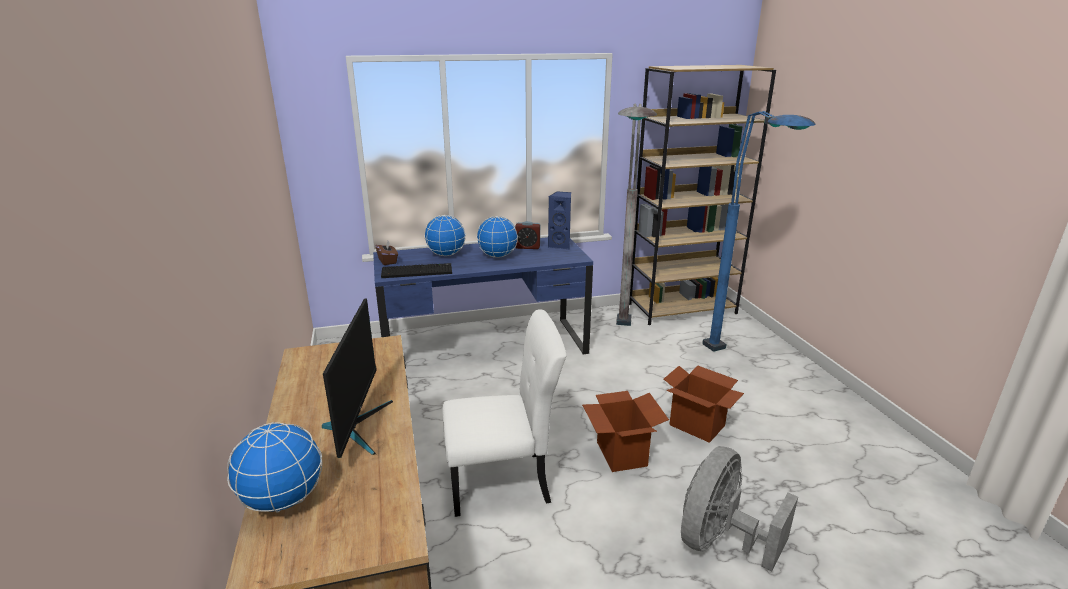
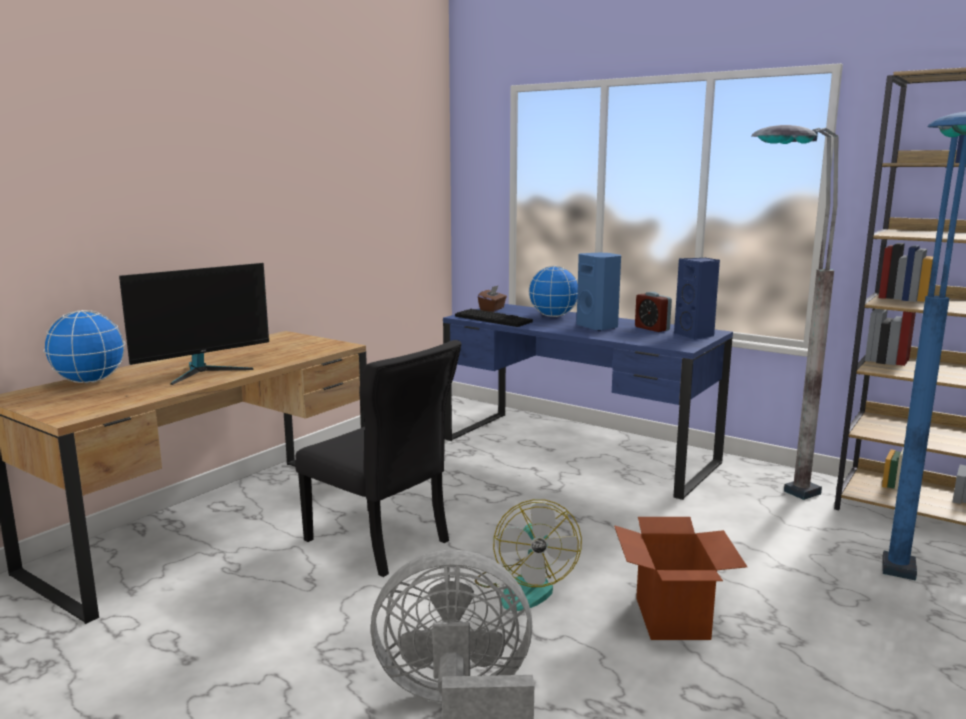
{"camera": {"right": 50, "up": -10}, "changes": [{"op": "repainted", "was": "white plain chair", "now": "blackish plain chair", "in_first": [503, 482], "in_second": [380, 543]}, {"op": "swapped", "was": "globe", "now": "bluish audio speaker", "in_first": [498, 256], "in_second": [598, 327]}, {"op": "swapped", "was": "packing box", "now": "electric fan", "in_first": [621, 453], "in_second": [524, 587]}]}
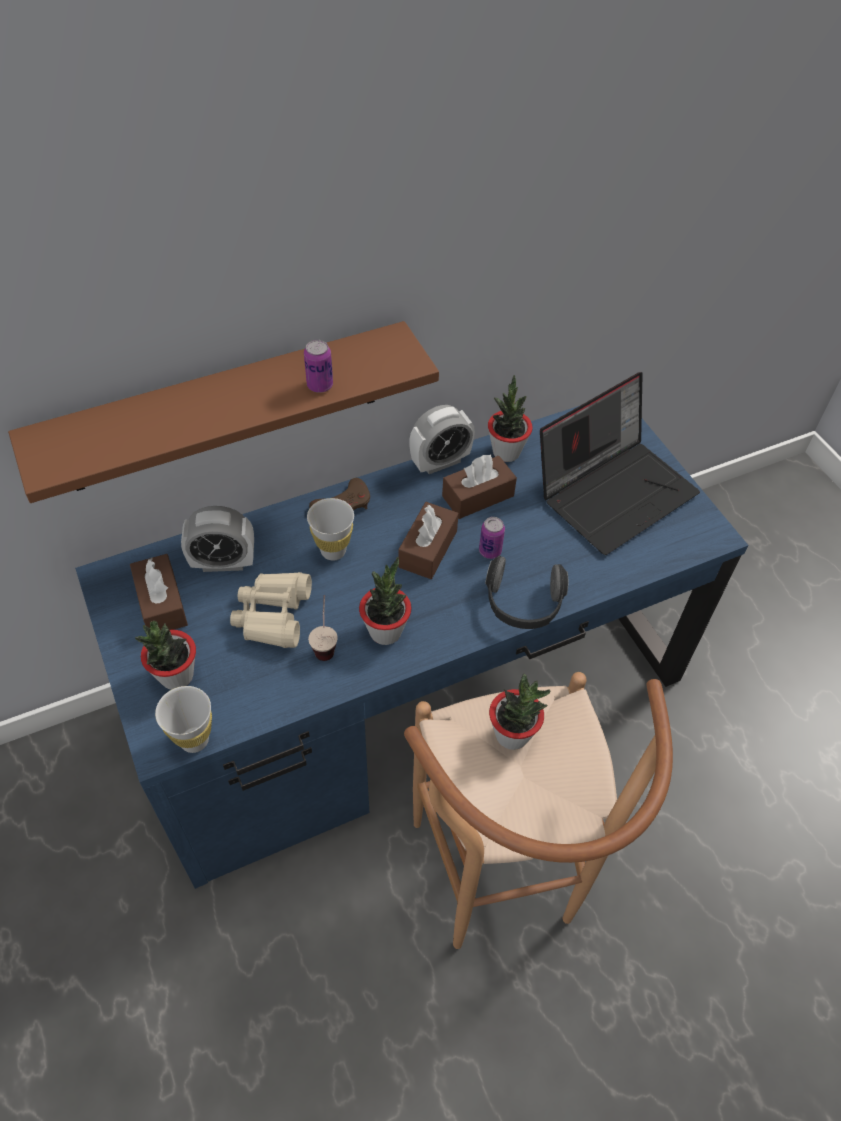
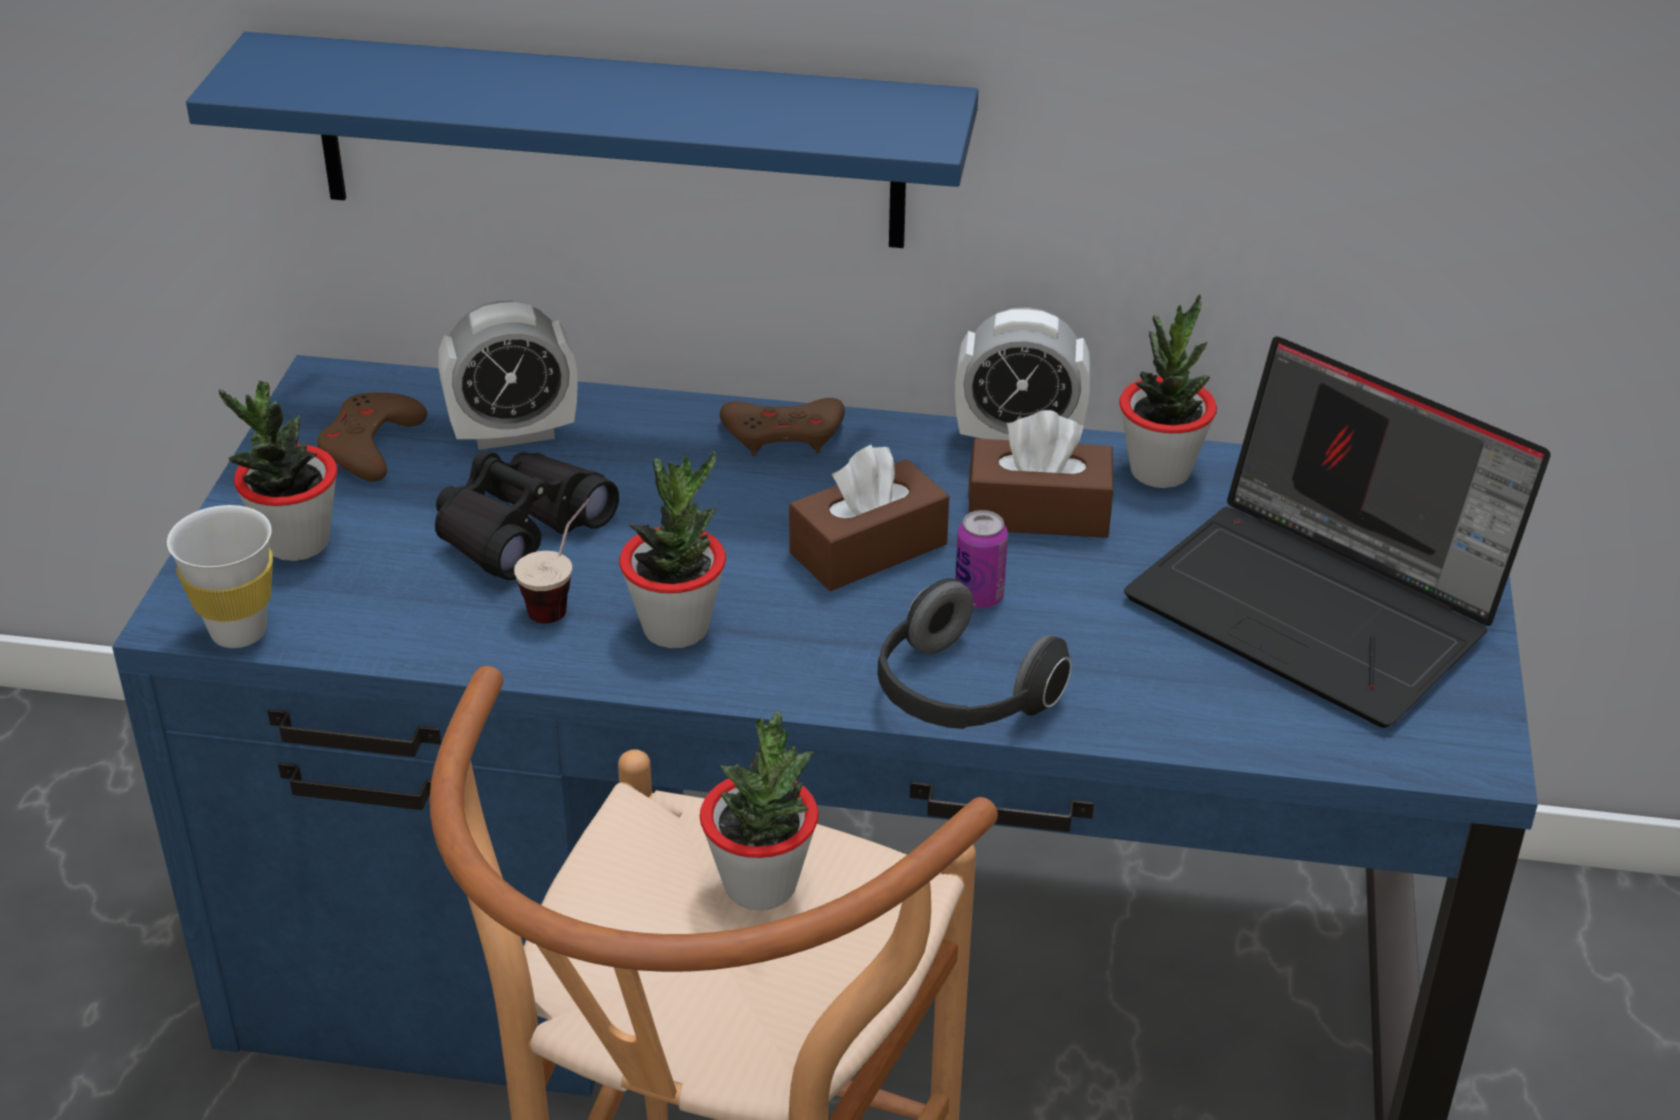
{"camera": {"right": 35, "up": -15}, "changes": [{"op": "repainted", "was": "brown-coloured wall shelf", "now": "bluish wall shelf", "in_first": [224, 408], "in_second": [609, 141]}, {"op": "swapped", "was": "brown-coloured tissue holder", "now": "brown-coloured joypad", "in_first": [161, 603], "in_second": [370, 445]}, {"op": "rotated", "was": "alarm clock", "in_first": [223, 563], "in_second": [513, 433], "clockwise": -45}, {"op": "repainted", "was": "beige pair of binoculars", "now": "blackish pair of binoculars", "in_first": [273, 615], "in_second": [519, 529]}, {"op": "gone", "was": "metal can", "in_first": [320, 385]}, {"op": "gone", "was": "white cup", "in_first": [333, 551]}, {"op": "rotated", "was": "notebook computer", "in_first": [614, 490], "in_second": [1323, 606], "clockwise": 45}]}
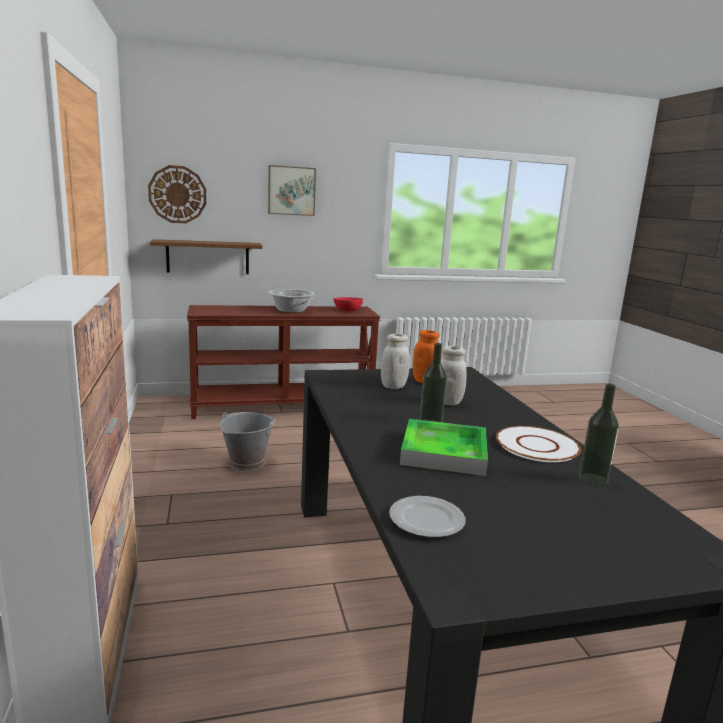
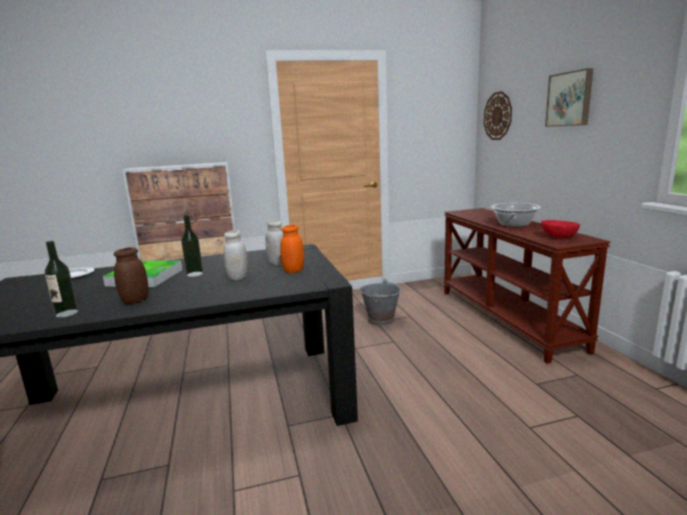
{"camera": {"right": 90, "up": 0}, "changes": [{"op": "gone", "was": "brown-coloured wall shelf", "in_first": [208, 257]}, {"op": "swapped", "was": "white dinner plate", "now": "brown-coloured jar", "in_first": [536, 445], "in_second": [135, 301]}]}
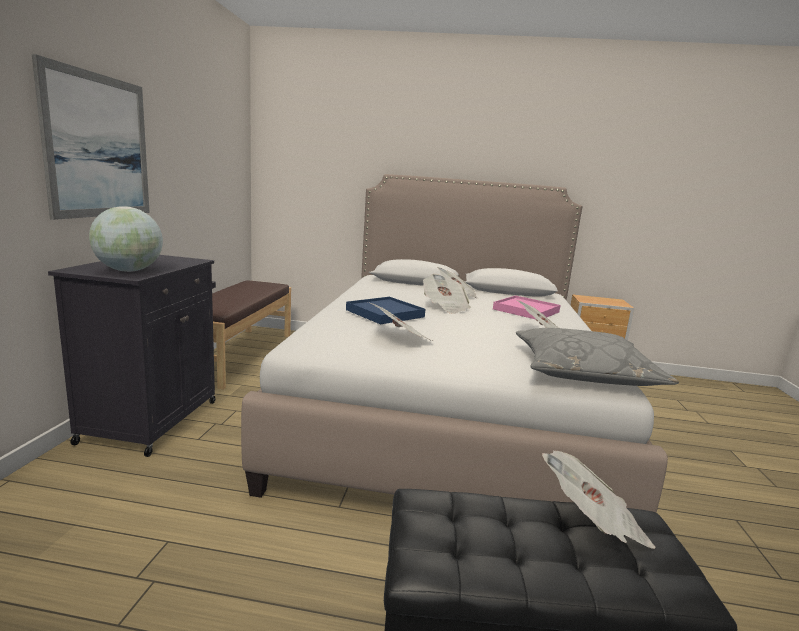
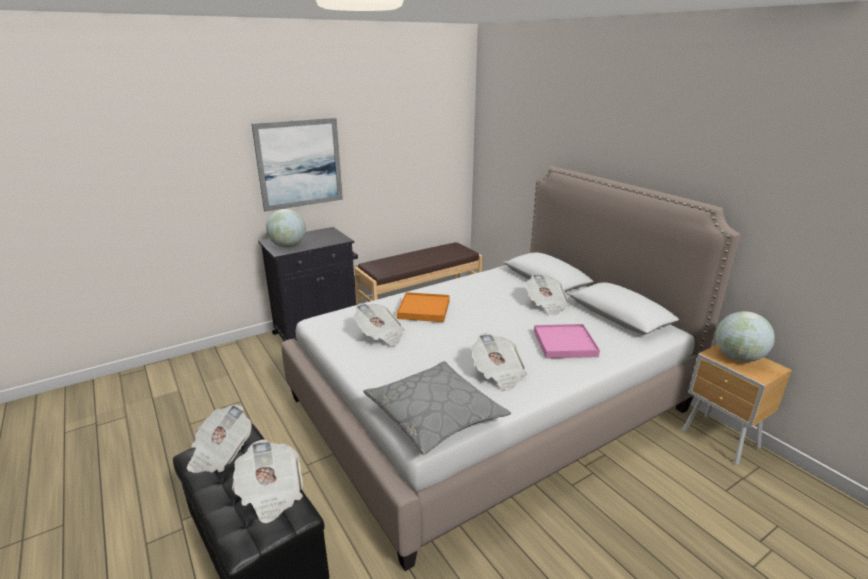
{"camera": {"right": 50, "up": 10}, "changes": [{"op": "repainted", "was": "bluish serving tray", "now": "orangey serving tray", "in_first": [384, 313], "in_second": [423, 309]}, {"op": "shifted", "was": "printed paper", "in_first": [445, 307], "in_second": [220, 453]}, {"op": "new", "now": "globe", "in_second": [738, 357]}]}
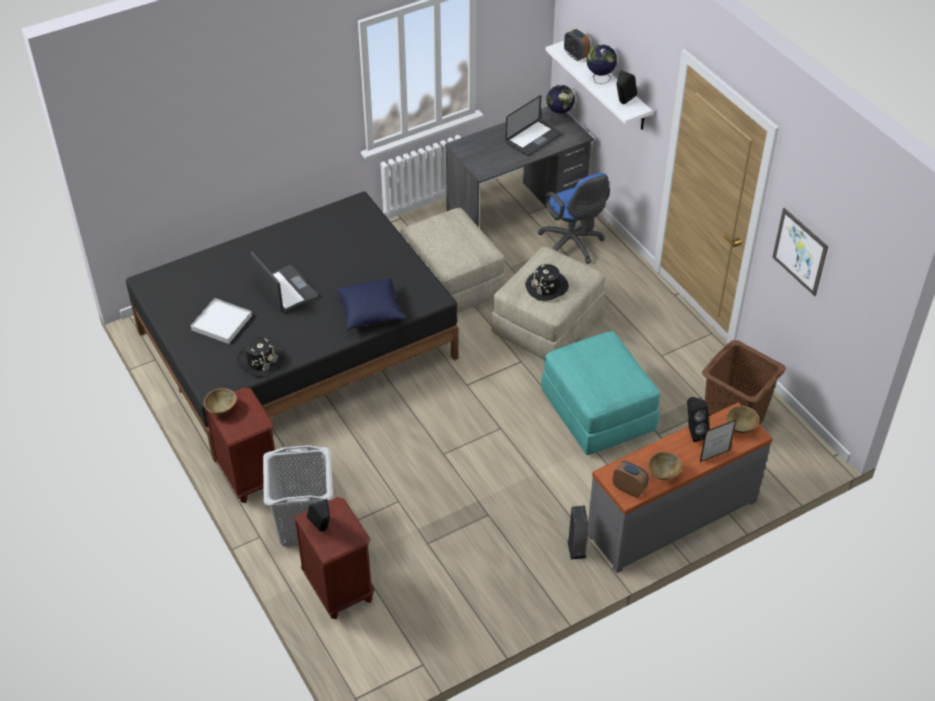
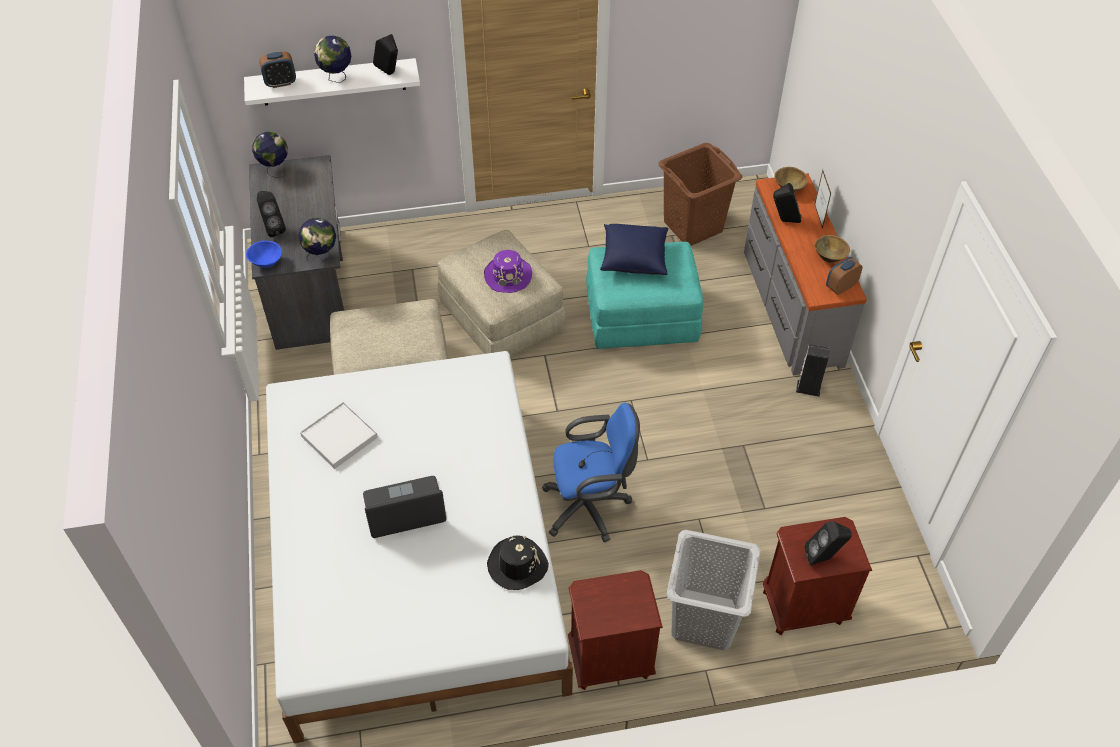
{"camera": {"right": -70, "up": 5}, "changes": [{"op": "repainted", "was": "blackish bed", "now": "white bed", "in_first": [296, 344], "in_second": [414, 558]}, {"op": "shifted", "was": "white serving tray", "in_first": [221, 323], "in_second": [339, 437]}, {"op": "gone", "was": "brown-coloured bowl", "in_first": [221, 410]}, {"op": "shifted", "was": "bluish cushion", "in_first": [371, 313], "in_second": [634, 258]}, {"op": "gone", "was": "notebook computer", "in_first": [533, 139]}, {"op": "repainted", "was": "blackish clothing hat", "now": "purplish clothing hat", "in_first": [547, 287], "in_second": [508, 275]}, {"op": "shifted", "was": "bluish desk chair", "in_first": [573, 246], "in_second": [590, 506]}, {"op": "gone", "was": "picture", "in_first": [800, 251]}, {"op": "new", "now": "bluish bowl", "in_second": [266, 263]}, {"op": "new", "now": "blackish audio speaker", "in_second": [273, 228]}, {"op": "new", "now": "globe", "in_second": [322, 256]}]}
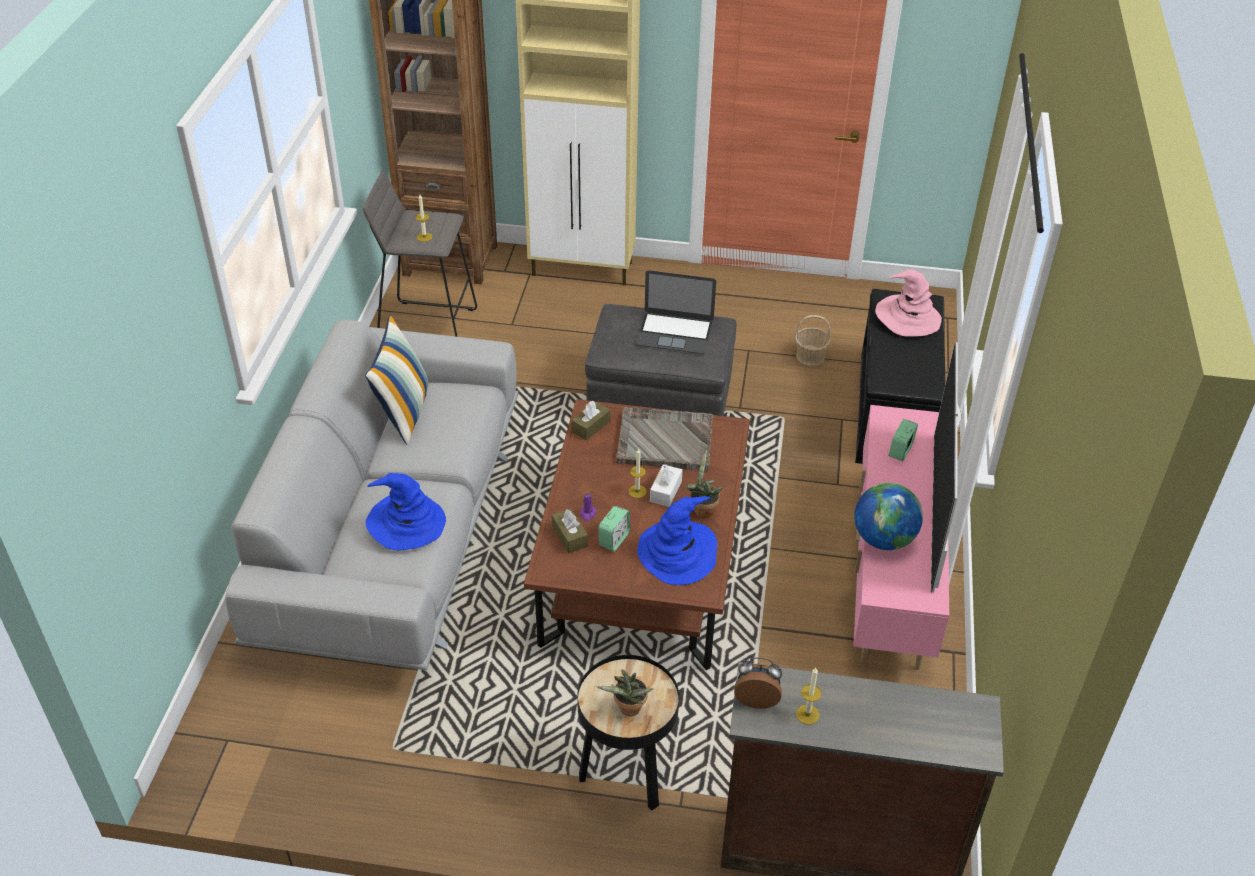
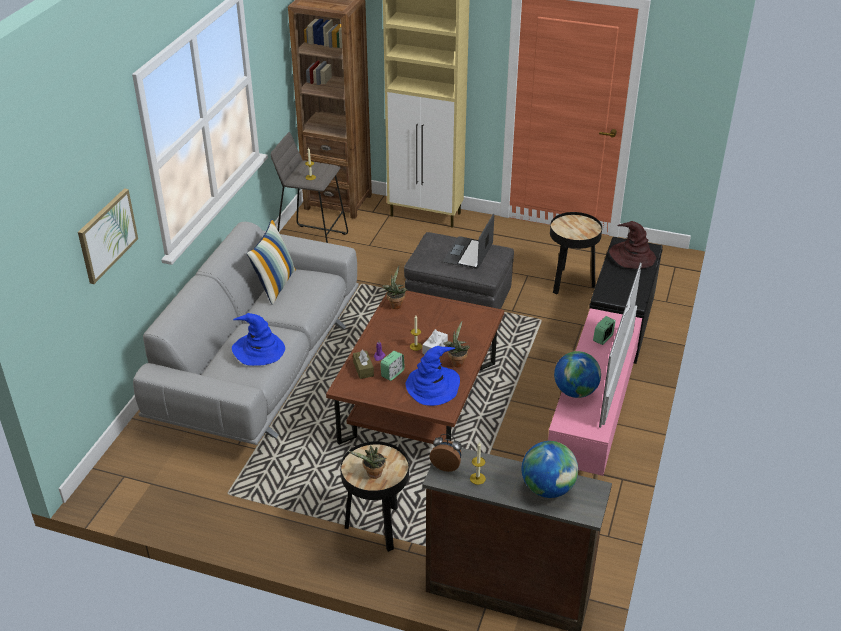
{"camera": {"right": 10, "up": -5}, "changes": [{"op": "swapped", "was": "brown-coloured tissue holder", "now": "potted plant", "in_first": [591, 426], "in_second": [395, 304]}, {"op": "gone", "was": "gray serving tray", "in_first": [664, 440]}, {"op": "rotated", "was": "notebook computer", "in_first": [674, 333], "in_second": [468, 253], "clockwise": 90}, {"op": "swapped", "was": "household basket", "now": "blackish end table", "in_first": [810, 356], "in_second": [570, 283]}, {"op": "repainted", "was": "pink-coloured clothing hat", "now": "brown-coloured clothing hat", "in_first": [906, 317], "in_second": [631, 256]}, {"op": "new", "now": "picture", "in_second": [107, 235]}, {"op": "new", "now": "globe", "in_second": [547, 488]}]}
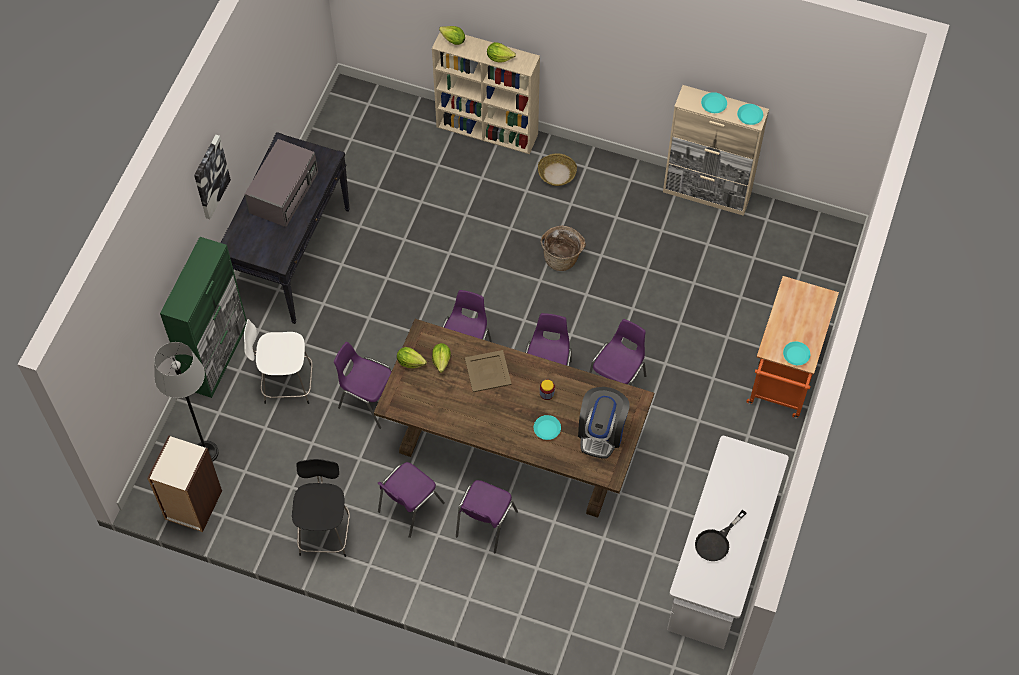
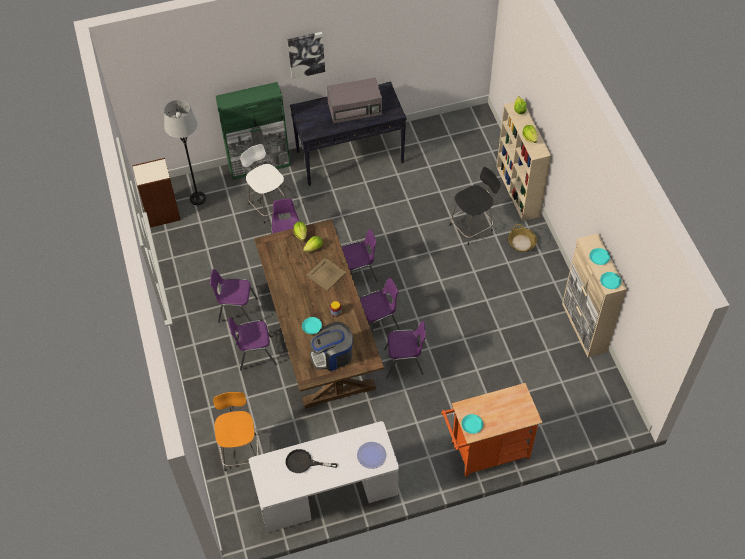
{"camera": {"right": 55, "up": -5}, "changes": [{"op": "shifted", "was": "blackish stool", "in_first": [324, 532], "in_second": [472, 227]}, {"op": "gone", "was": "household basket", "in_first": [562, 257]}, {"op": "new", "now": "orangey stool", "in_second": [240, 450]}, {"op": "new", "now": "dinner plate", "in_second": [371, 455]}]}
